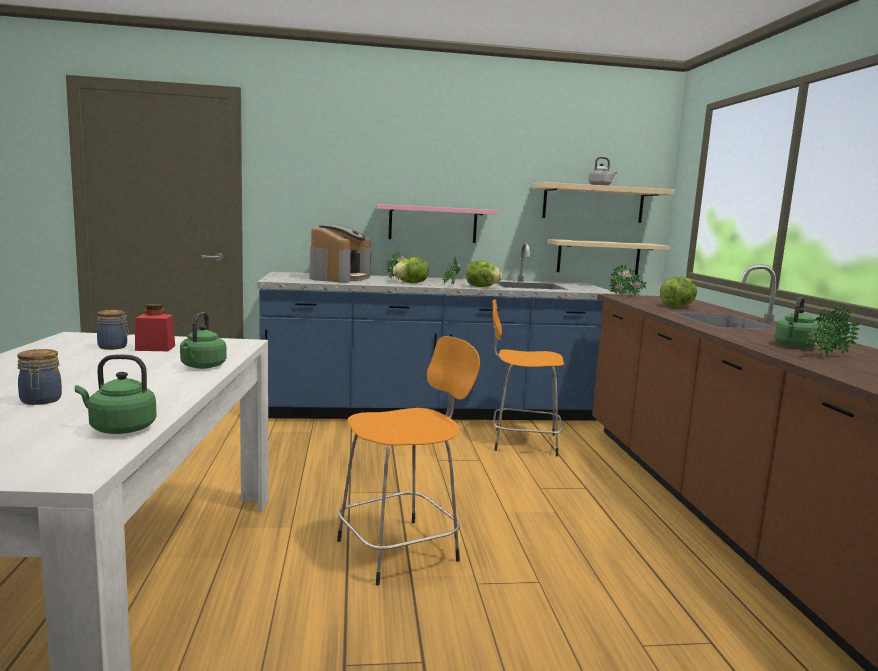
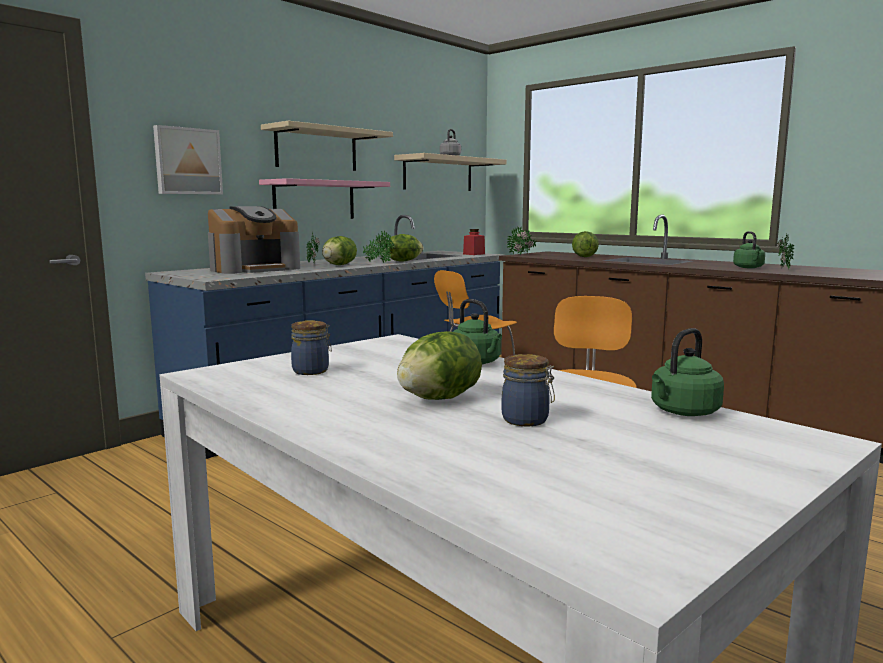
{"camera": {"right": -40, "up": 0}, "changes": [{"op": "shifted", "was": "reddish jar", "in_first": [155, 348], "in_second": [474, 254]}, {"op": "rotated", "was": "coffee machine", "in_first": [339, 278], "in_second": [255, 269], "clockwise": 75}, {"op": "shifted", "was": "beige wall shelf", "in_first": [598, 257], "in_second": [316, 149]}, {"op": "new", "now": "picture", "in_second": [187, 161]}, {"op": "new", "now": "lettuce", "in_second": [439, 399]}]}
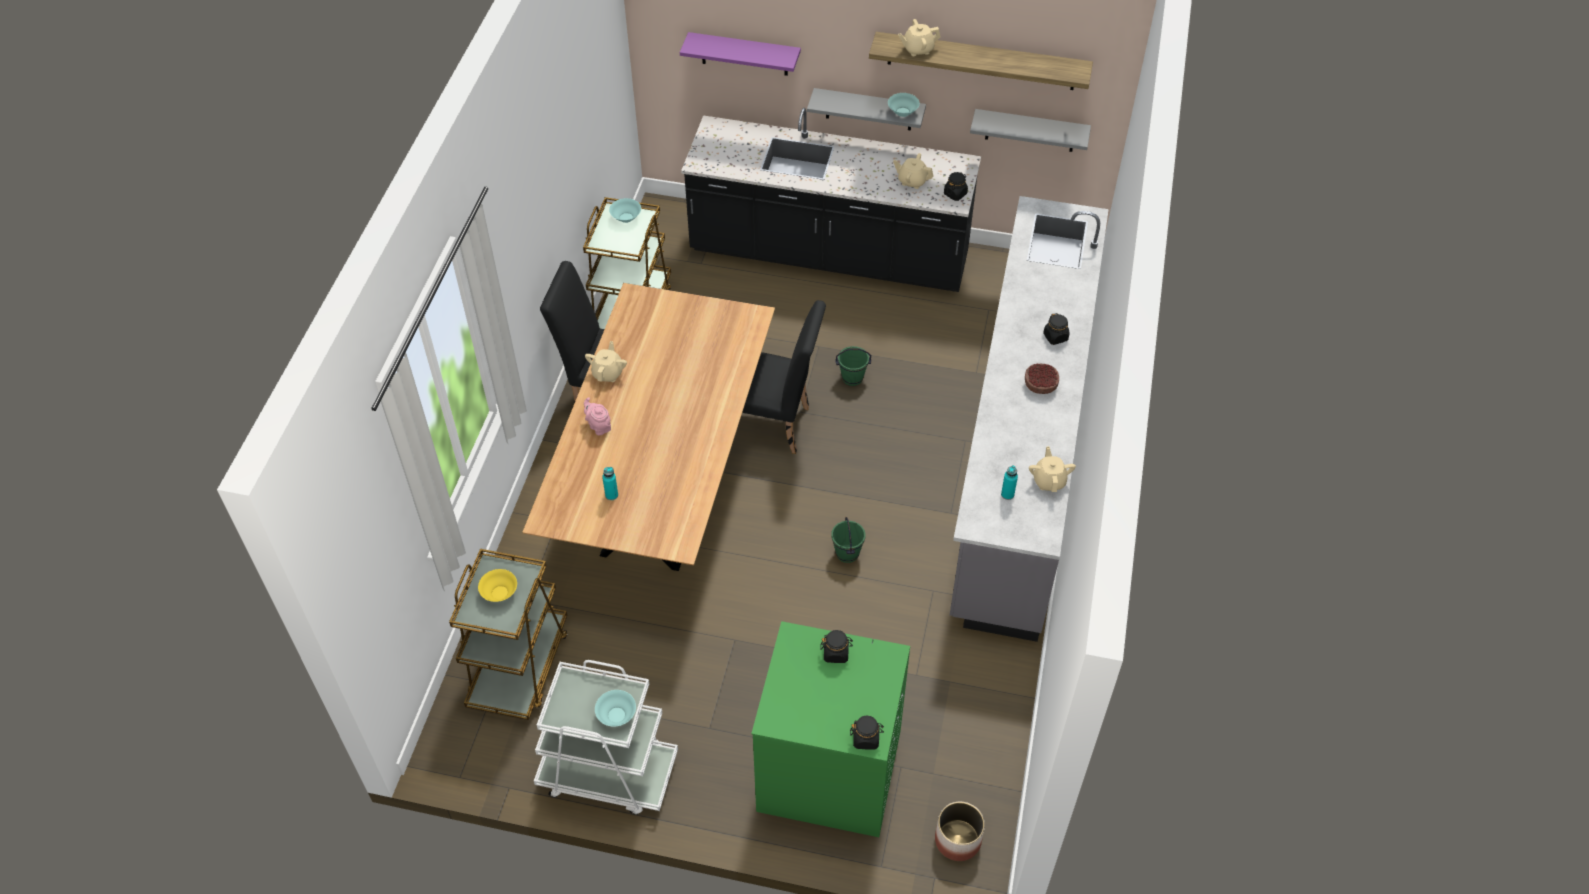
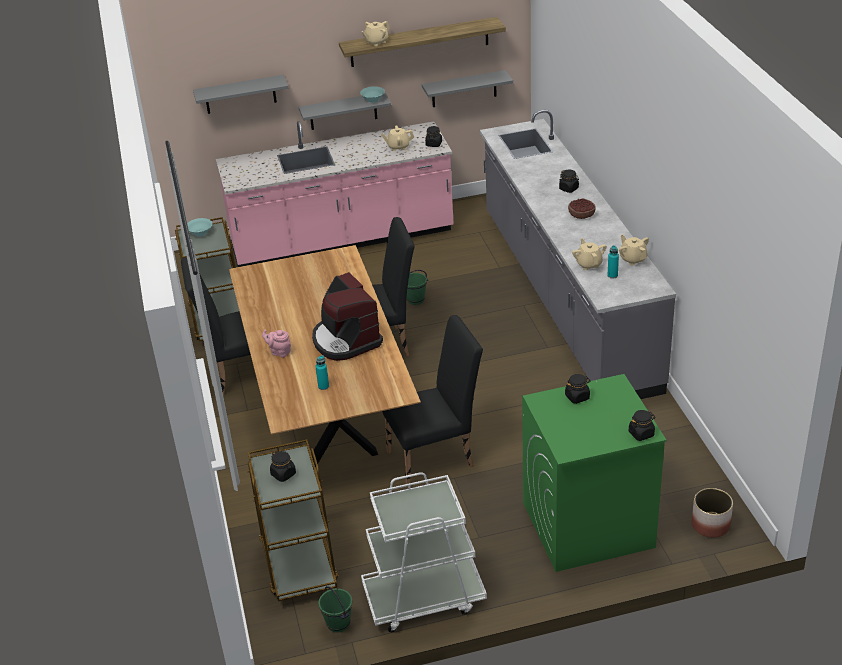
{"camera": {"right": -25, "up": -15}, "changes": [{"op": "swapped", "was": "yellow bowl", "now": "blackish jar", "in_first": [499, 592], "in_second": [283, 474]}, {"op": "shifted", "was": "beige teapot", "in_first": [608, 373], "in_second": [589, 264]}, {"op": "gone", "was": "turquoise bowl", "in_first": [616, 715]}, {"op": "repainted", "was": "purplish wall shelf", "now": "gray wall shelf", "in_first": [744, 54], "in_second": [240, 94]}, {"op": "repainted", "was": "blackish kitchen base unit", "now": "pink-coloured kitchen base unit", "in_first": [829, 255], "in_second": [342, 240]}, {"op": "shifted", "was": "green-coloured bucket", "in_first": [847, 553], "in_second": [338, 623]}, {"op": "new", "now": "coffee machine", "in_second": [346, 340]}, {"op": "new", "now": "blackish plain chair", "in_second": [436, 457]}]}
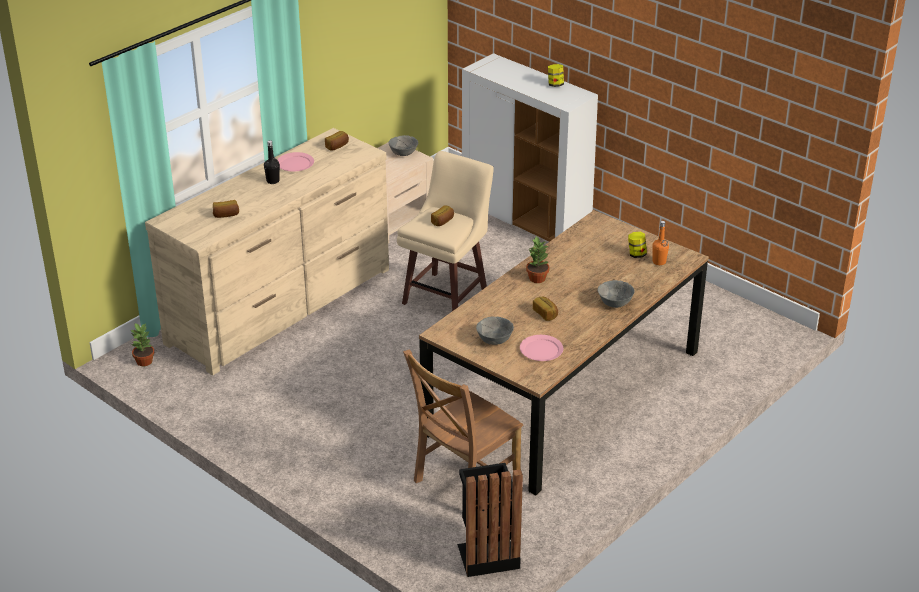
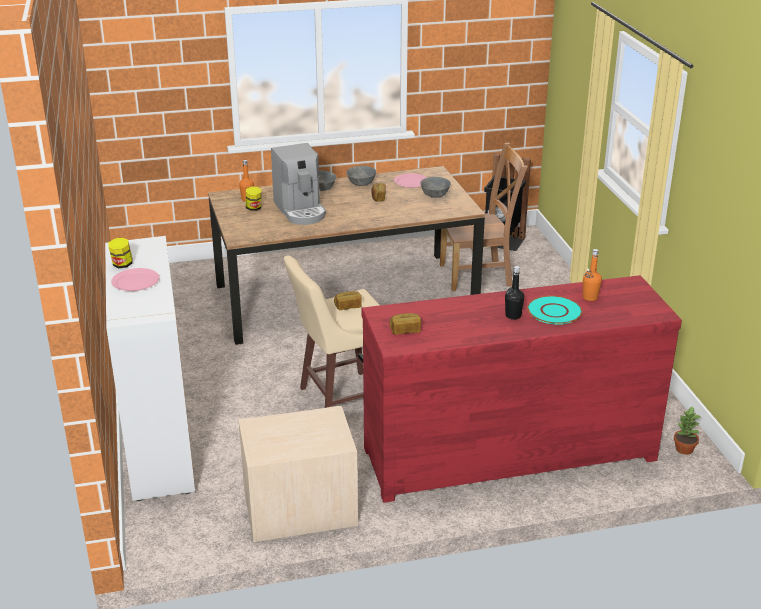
{"camera": {"right": -145, "up": -5}, "changes": [{"op": "repainted", "was": "beige drawer chest", "now": "reddish drawer chest", "in_first": [281, 306], "in_second": [508, 452]}, {"op": "swapped", "was": "baked bread", "now": "orangey beverage bottle", "in_first": [226, 215], "in_second": [590, 297]}, {"op": "shifted", "was": "pink-coloured dinner plate", "in_first": [295, 164], "in_second": [135, 282]}, {"op": "shifted", "was": "gray bowl", "in_first": [403, 153], "in_second": [361, 184]}, {"op": "gone", "was": "potted plant", "in_first": [537, 278]}, {"op": "new", "now": "coffee machine", "in_second": [300, 210]}, {"op": "new", "now": "turquoise dinner plate", "in_second": [554, 311]}]}
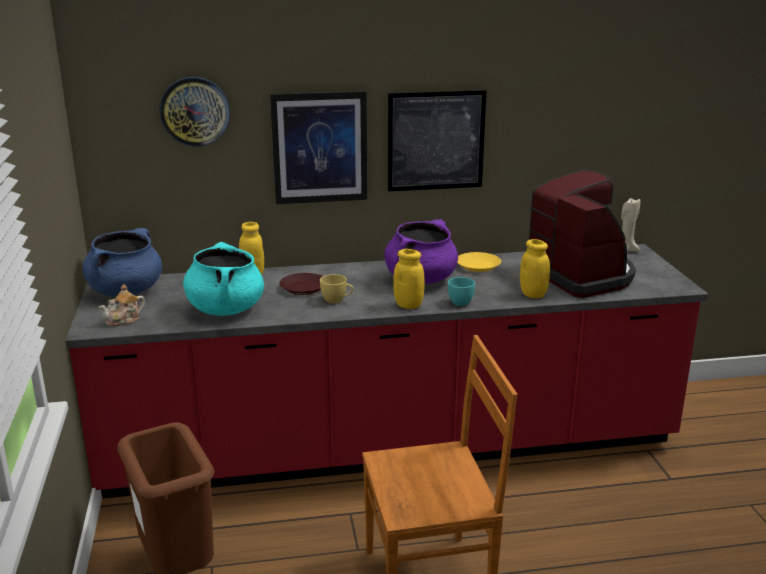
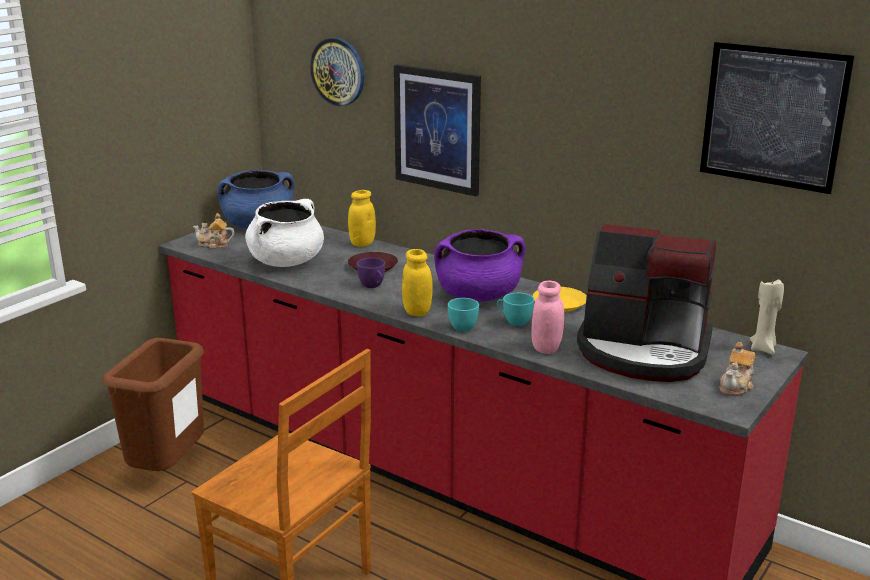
{"camera": {"right": 45, "up": 0}, "changes": [{"op": "repainted", "was": "turquoise saucepot", "now": "white saucepot", "in_first": [225, 309], "in_second": [286, 262]}, {"op": "repainted", "was": "yellow cup", "now": "purplish cup", "in_first": [337, 300], "in_second": [373, 286]}, {"op": "shifted", "was": "picture", "in_first": [436, 141], "in_second": [772, 116]}, {"op": "repainted", "was": "yellow jar", "now": "pink-coloured jar", "in_first": [533, 294], "in_second": [546, 348]}, {"op": "rotated", "was": "coffee machine", "in_first": [581, 275], "in_second": [643, 351], "clockwise": 90}, {"op": "new", "now": "turquoise cup", "in_second": [514, 321]}, {"op": "new", "now": "teapot", "in_second": [736, 386]}]}
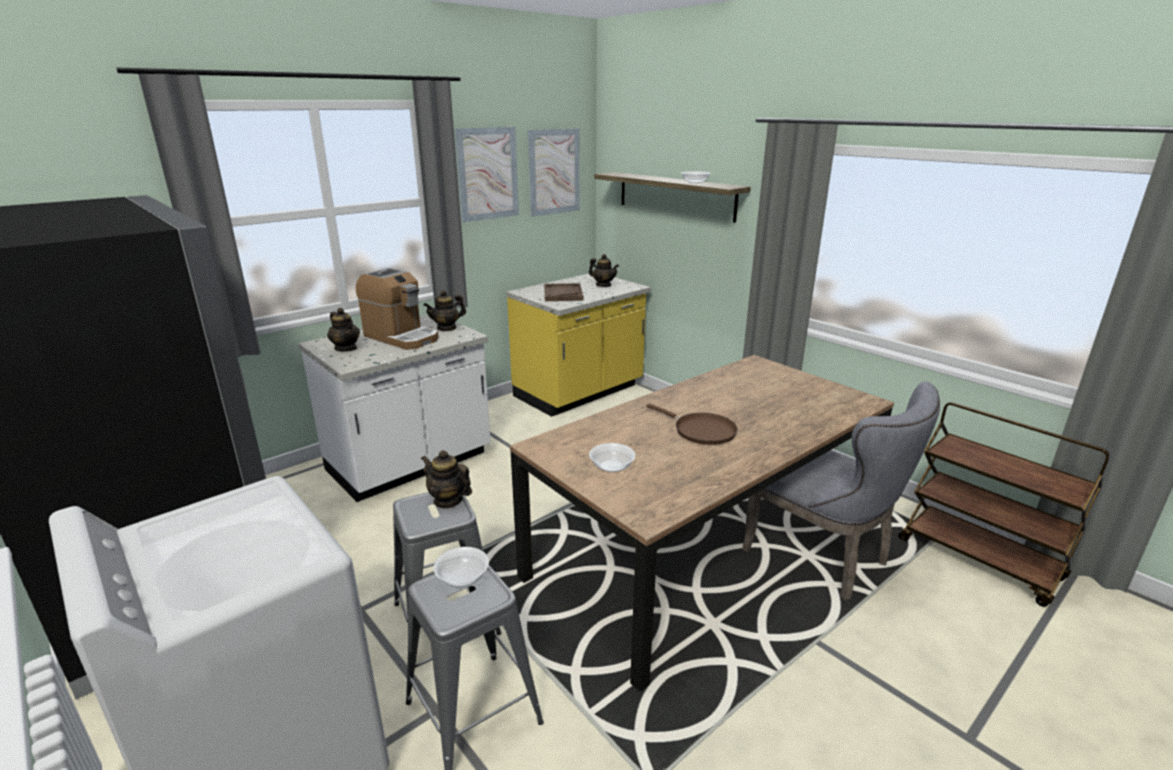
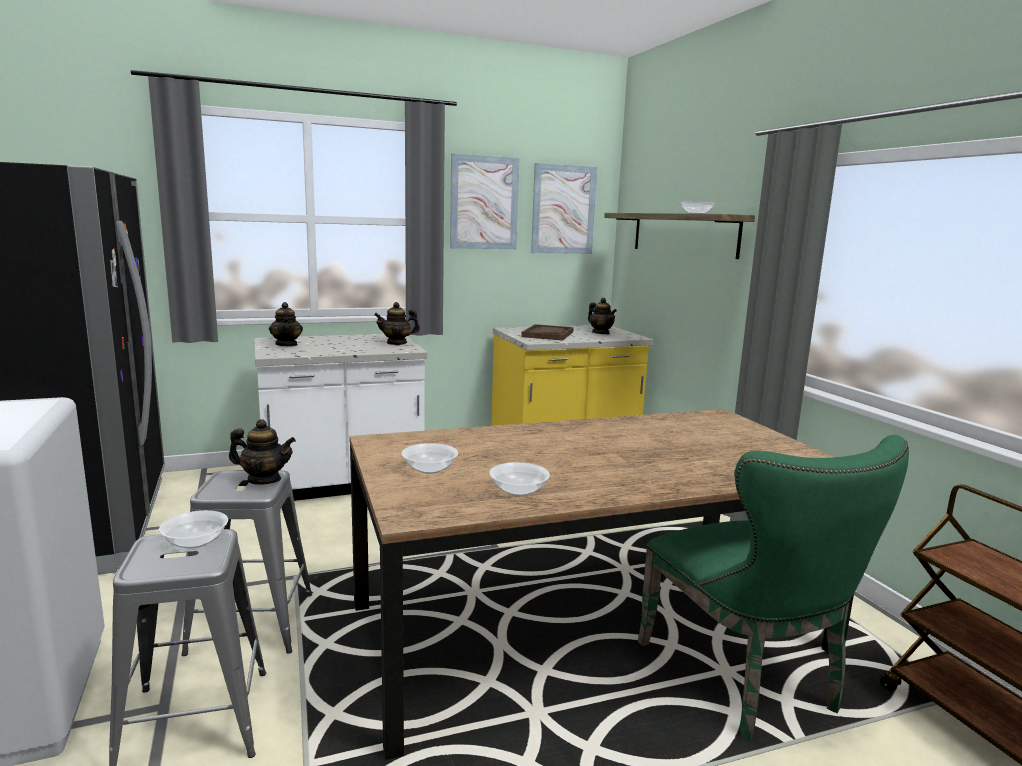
{"camera": {"right": 20, "up": -10}, "changes": [{"op": "gone", "was": "coffee machine", "in_first": [401, 337]}, {"op": "rotated", "was": "teapot", "in_first": [448, 500], "in_second": [264, 480], "clockwise": 135}, {"op": "gone", "was": "brown-coloured pan", "in_first": [701, 431]}, {"op": "repainted", "was": "gray plain chair", "now": "green-coloured plain chair", "in_first": [824, 559], "in_second": [747, 682]}, {"op": "new", "now": "bowl", "in_second": [518, 490]}]}
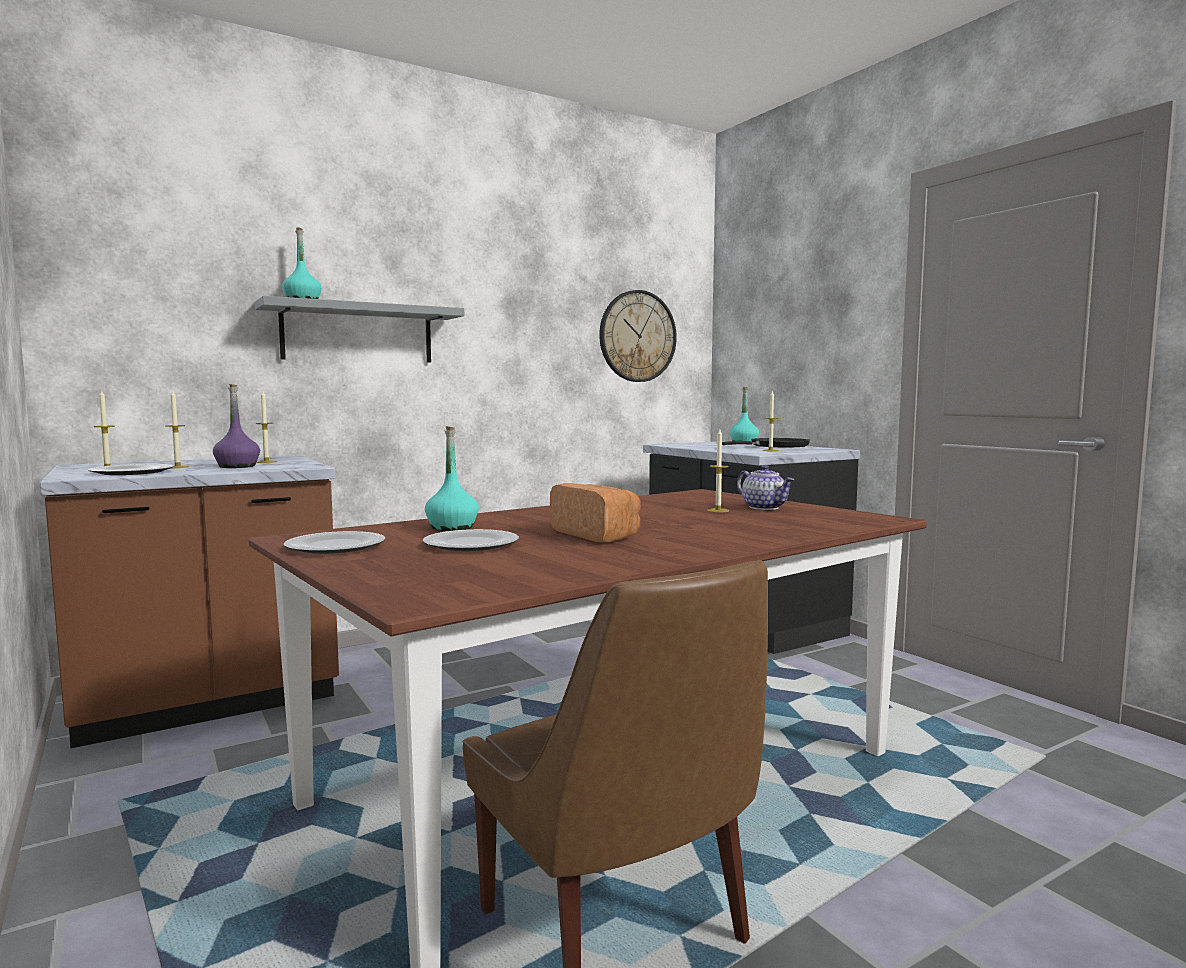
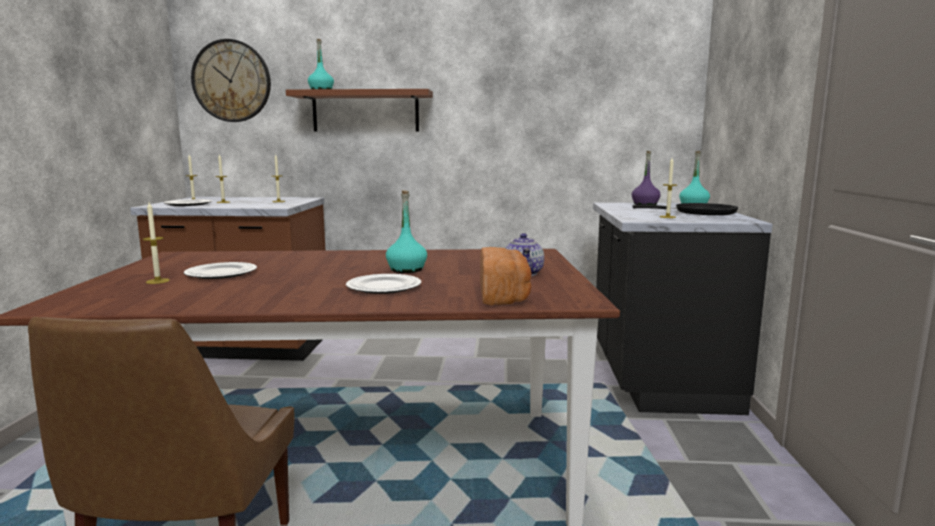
{"camera": {"right": 35, "up": 5}, "changes": [{"op": "shifted", "was": "purplish beverage bottle", "in_first": [237, 466], "in_second": [645, 204]}, {"op": "repainted", "was": "gray wall shelf", "now": "brown-coloured wall shelf", "in_first": [358, 334], "in_second": [365, 111]}, {"op": "shifted", "was": "dinner plate", "in_first": [336, 547], "in_second": [384, 287]}, {"op": "shifted", "was": "turquoise beverage bottle", "in_first": [452, 527], "in_second": [407, 269]}, {"op": "shifted", "was": "baked bread", "in_first": [597, 534], "in_second": [504, 296]}, {"op": "shifted", "was": "wall clock", "in_first": [637, 336], "in_second": [231, 81]}, {"op": "shifted", "was": "candle", "in_first": [718, 510], "in_second": [158, 281]}]}
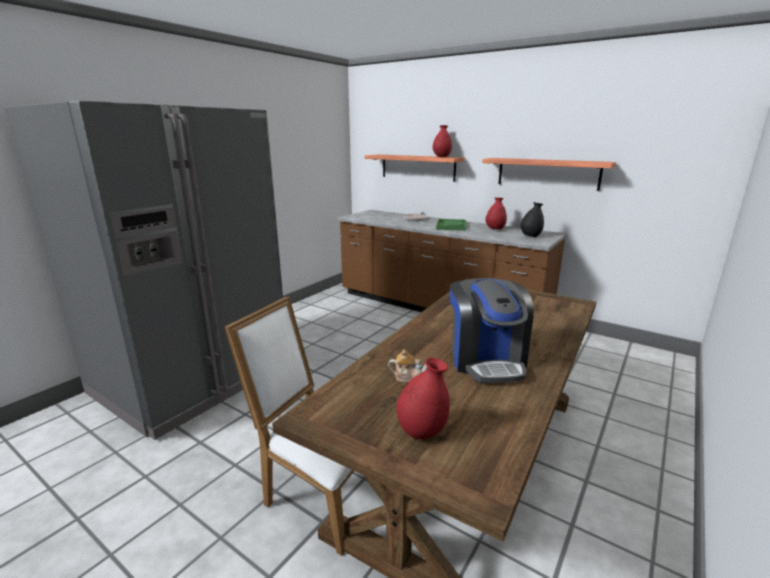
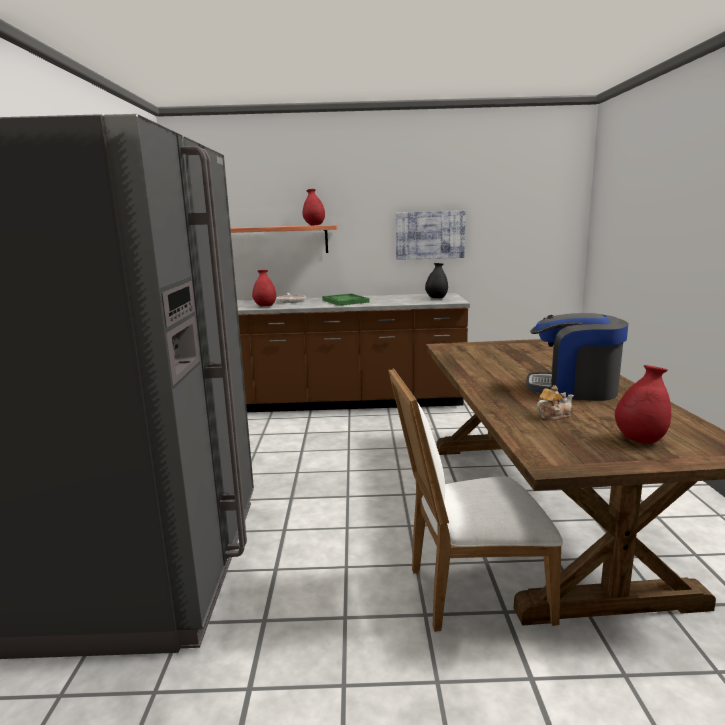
{"camera": {"right": -35, "up": -5}, "changes": [{"op": "rotated", "was": "coffee machine", "in_first": [486, 360], "in_second": [573, 389], "clockwise": 150}, {"op": "swapped", "was": "wall shelf", "now": "picture", "in_first": [547, 173], "in_second": [430, 235]}, {"op": "shifted", "was": "reddish vase", "in_first": [495, 229], "in_second": [265, 306]}]}
